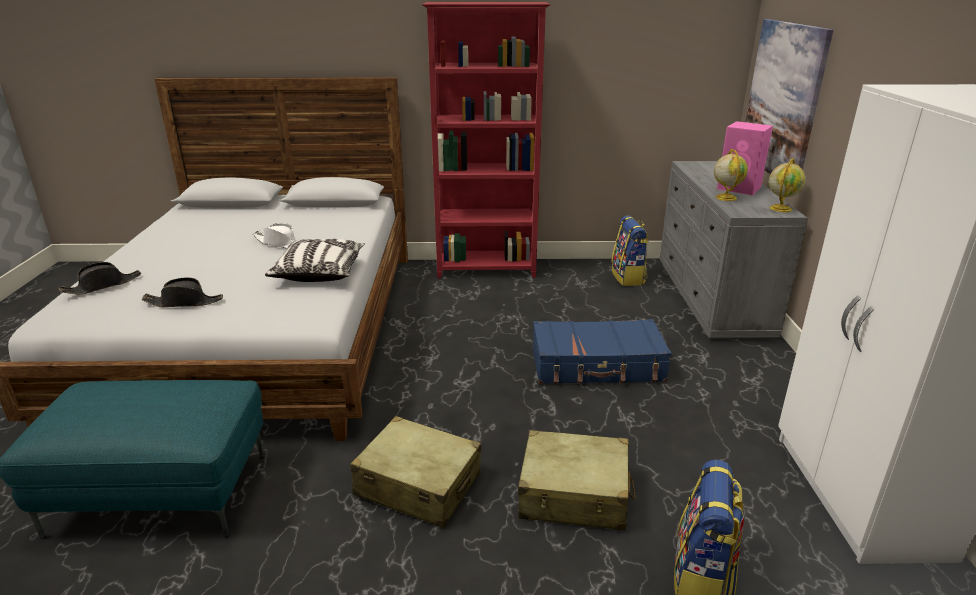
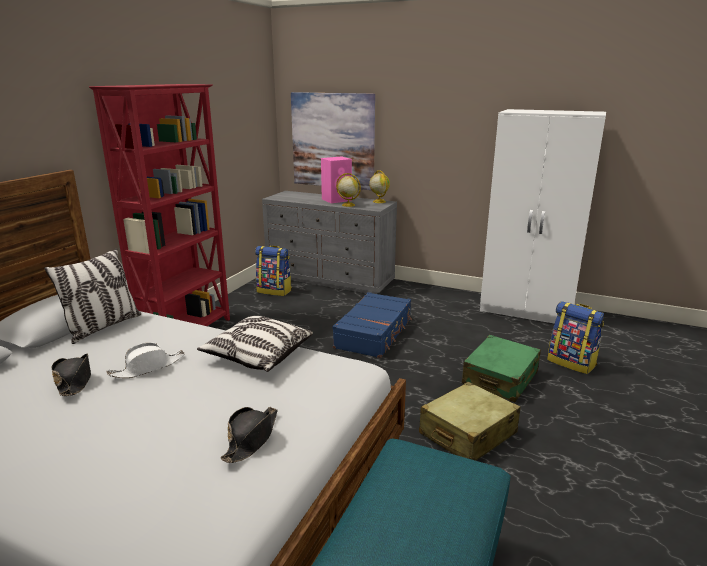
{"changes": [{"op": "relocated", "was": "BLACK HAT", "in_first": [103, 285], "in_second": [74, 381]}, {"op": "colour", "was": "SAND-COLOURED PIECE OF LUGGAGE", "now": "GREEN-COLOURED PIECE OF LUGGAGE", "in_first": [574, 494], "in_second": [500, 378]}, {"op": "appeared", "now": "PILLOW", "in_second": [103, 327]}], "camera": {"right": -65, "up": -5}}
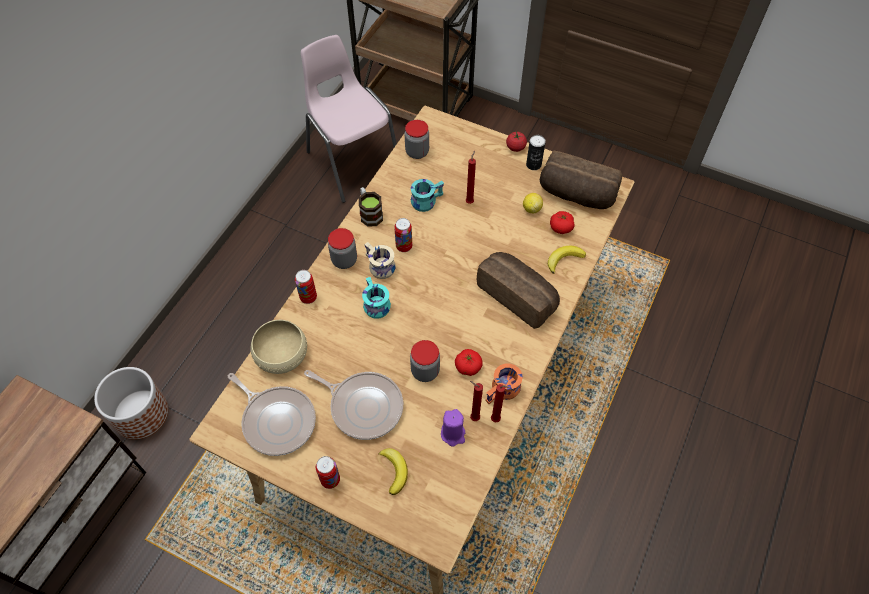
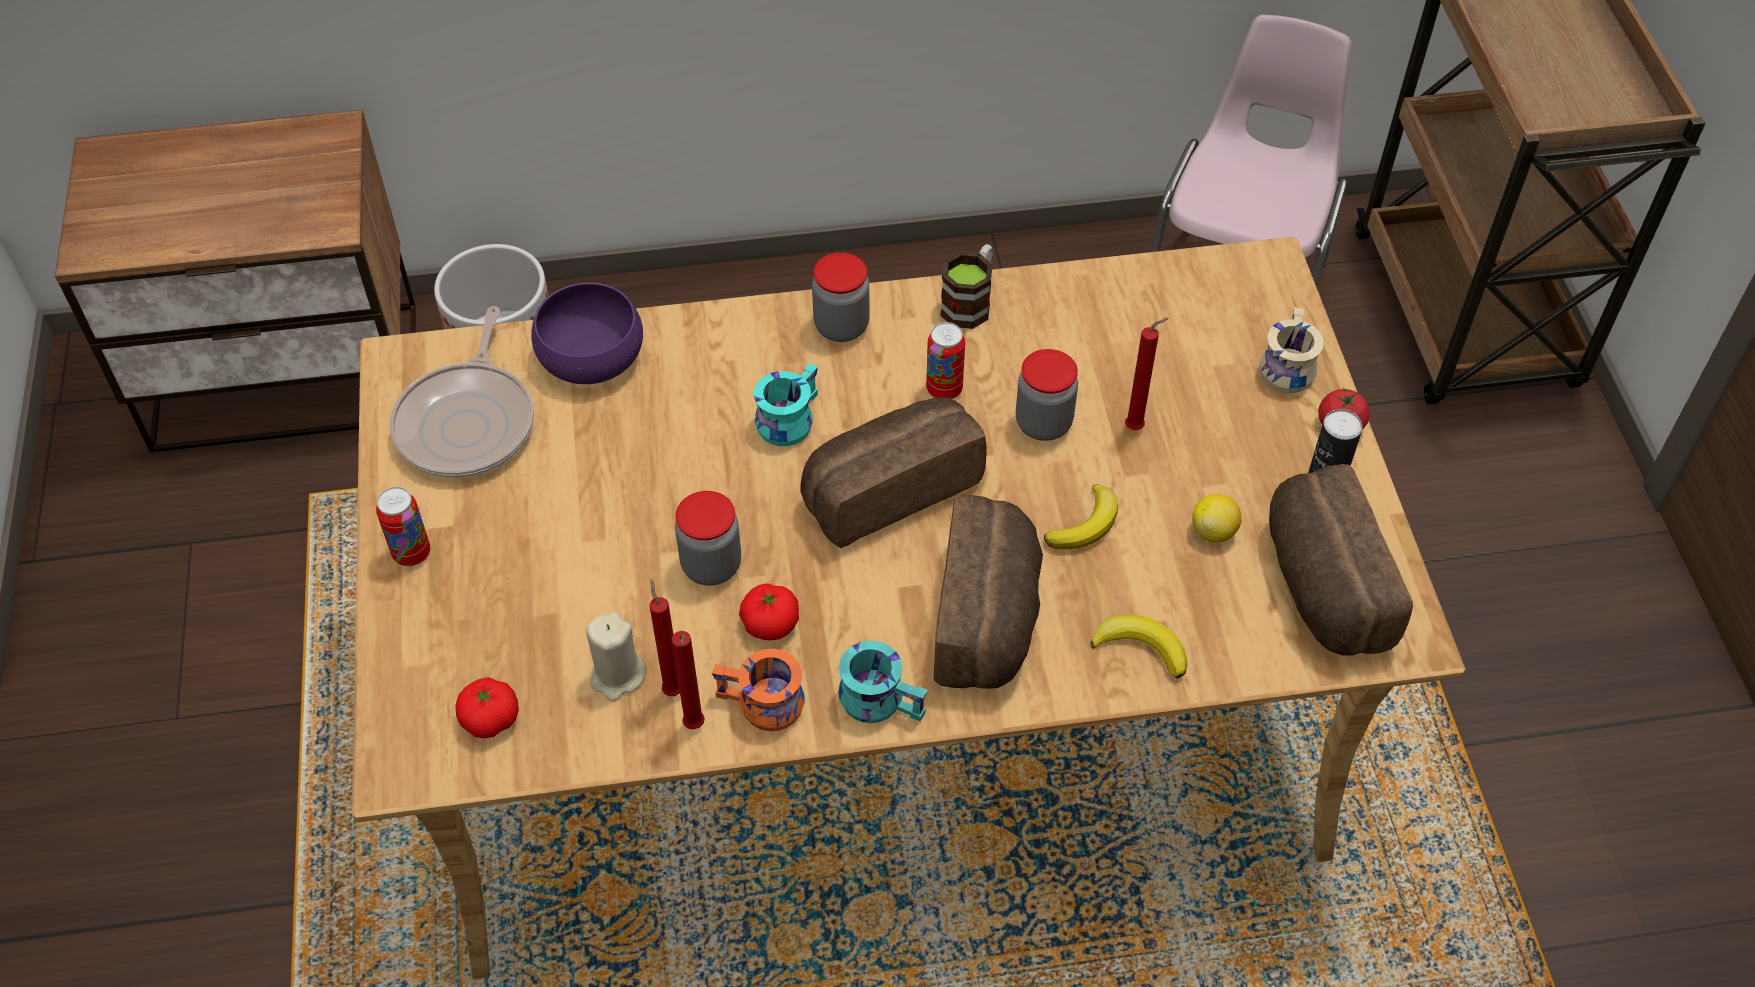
{"changes": [{"op": "relocated", "was": "JAR", "in_first": [417, 152], "in_second": [1043, 423]}, {"op": "relocated", "was": "BLUE-GREEN TEA MUG", "in_first": [425, 199], "in_second": [882, 697]}, {"op": "relocated", "was": "FRESH TOMATO", "in_first": [561, 228], "in_second": [490, 719]}, {"op": "relocated", "was": "SAND-COLOURED TEA MUG", "in_first": [378, 267], "in_second": [1283, 365]}, {"op": "missing", "was": "CAN", "in_first": [308, 297]}, {"op": "colour", "was": "SAND-COLOURED DEEP DISH", "now": "PURPLE-COLOURED DEEP DISH", "in_first": [281, 354], "in_second": [591, 355]}, {"op": "missing", "was": "SKILLET", "in_first": [363, 406]}, {"op": "colour", "was": "PURPLE-COLOURED WAX CANDLE", "now": "SAND-COLOURED WAX CANDLE", "in_first": [453, 434], "in_second": [617, 676]}, {"op": "relocated", "was": "WHOLE BANANA", "in_first": [394, 471], "in_second": [1085, 524]}, {"op": "appeared", "now": "BREAD", "in_second": [889, 487]}], "camera": {"right": 55, "up": -5}}
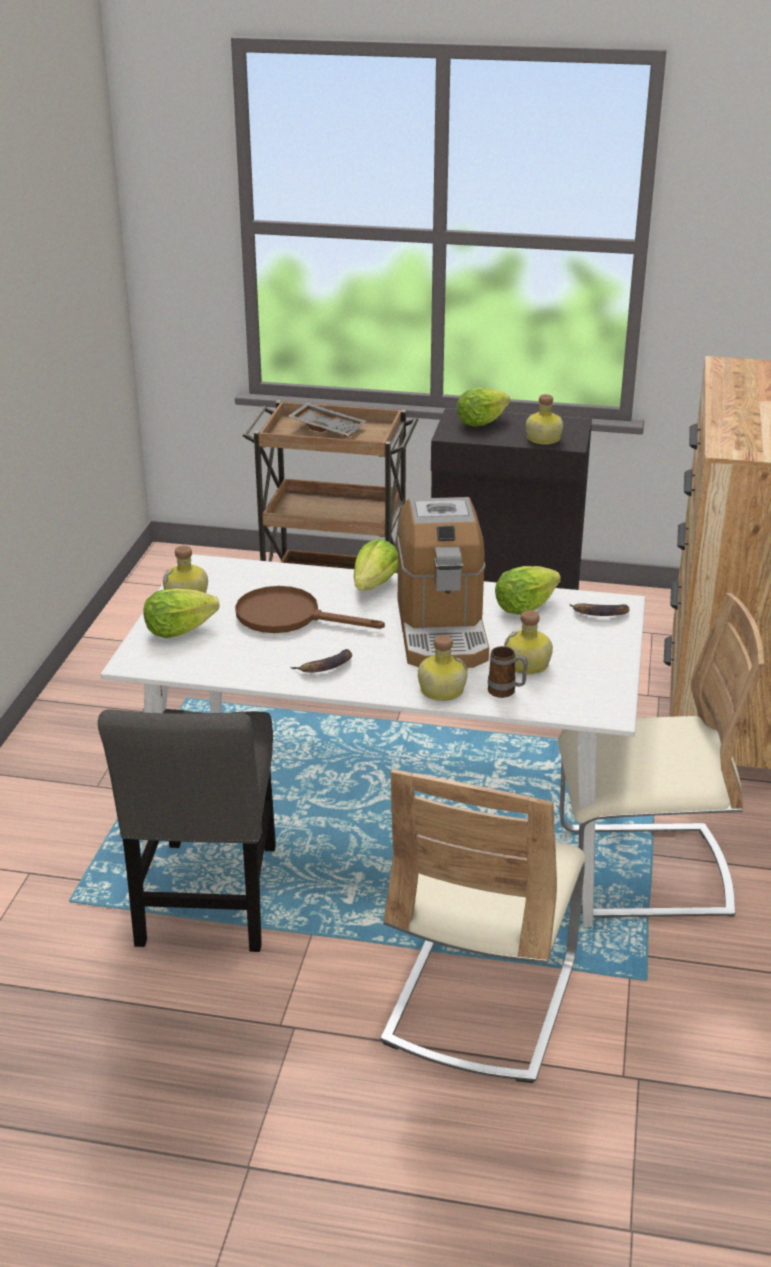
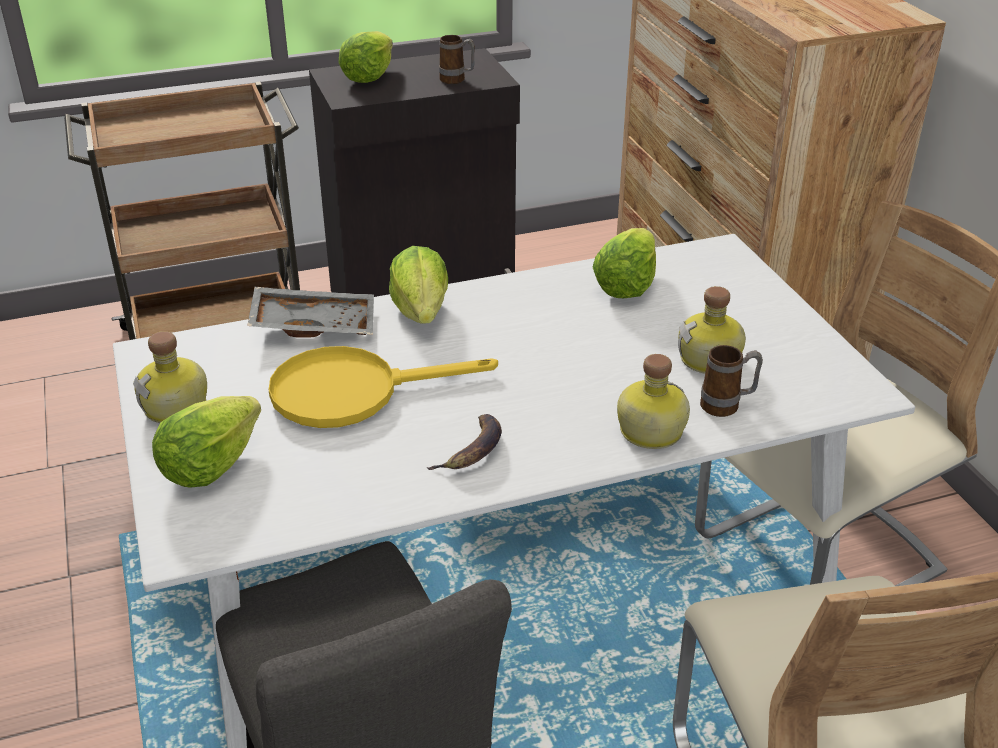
{"changes": [{"op": "exchanged", "was": "BOTTLE", "now": "TEA MUG", "in_first": [542, 439], "in_second": [457, 80]}, {"op": "relocated", "was": "GREYISH TRAY", "in_first": [328, 428], "in_second": [314, 324]}, {"op": "missing", "was": "COFFEE BREWER", "in_first": [441, 630]}, {"op": "colour", "was": "BROWN-COLOURED SKILLET", "now": "YELLOW SKILLET", "in_first": [289, 617], "in_second": [353, 391]}, {"op": "missing", "was": "WHOLE BANANA", "in_first": [599, 614]}], "camera": {"right": -30, "up": 5}}
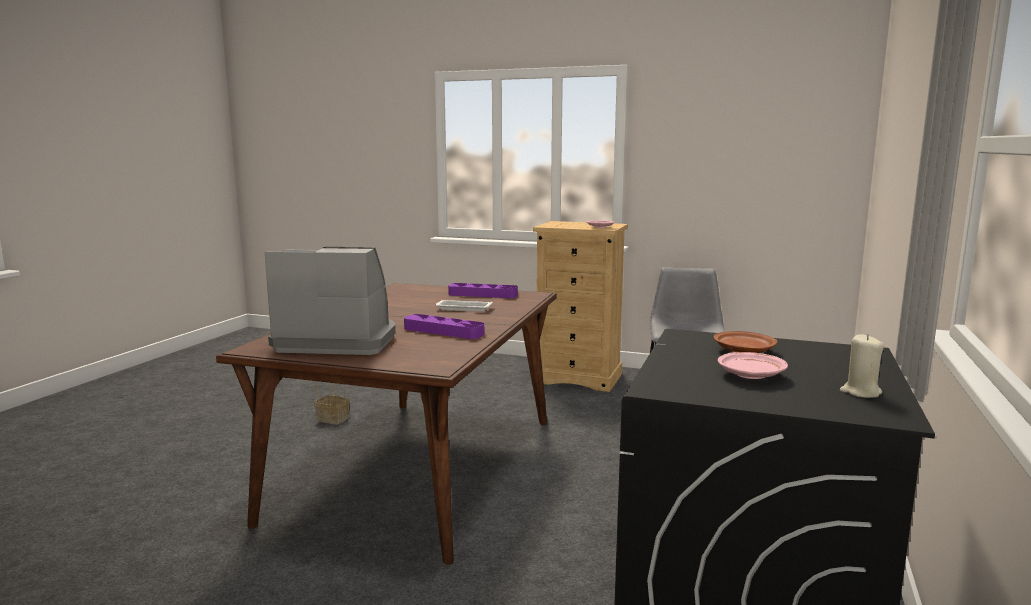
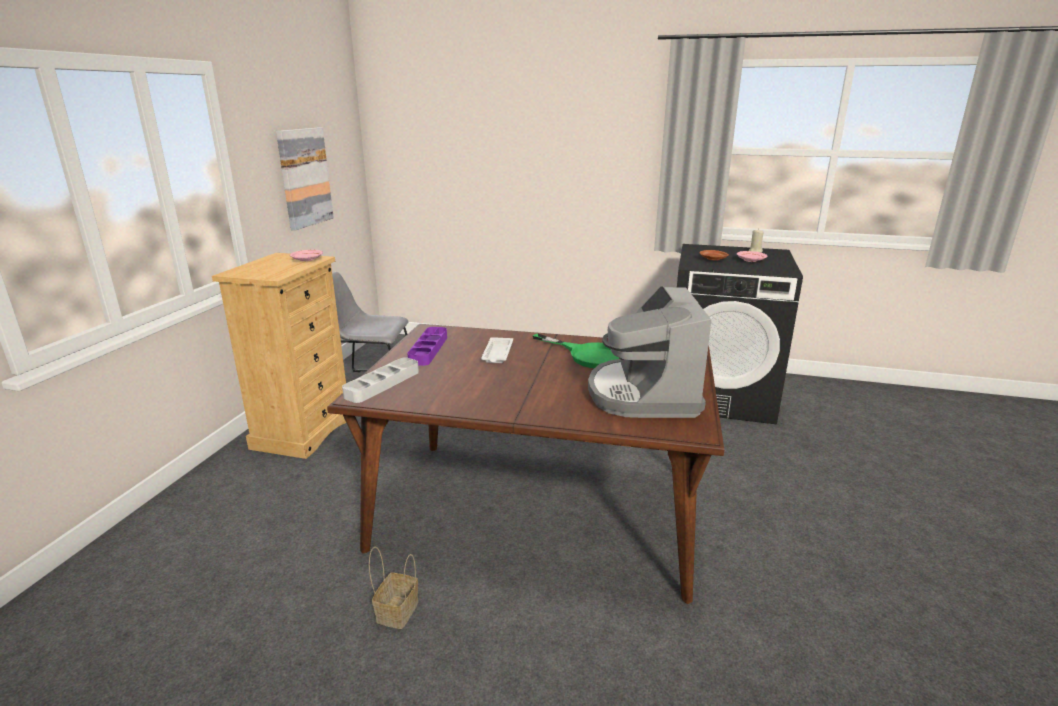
{"changes": [{"op": "exchanged", "was": "PURPLE-COLOURED TRAY", "now": "GREEN-COLOURED SKILLET", "in_first": [443, 331], "in_second": [588, 355]}, {"op": "appeared", "now": "WALL PICTURE", "in_second": [304, 177]}, {"op": "appeared", "now": "GREYISH TRAY", "in_second": [382, 384]}], "camera": {"right": -95, "up": 10}}
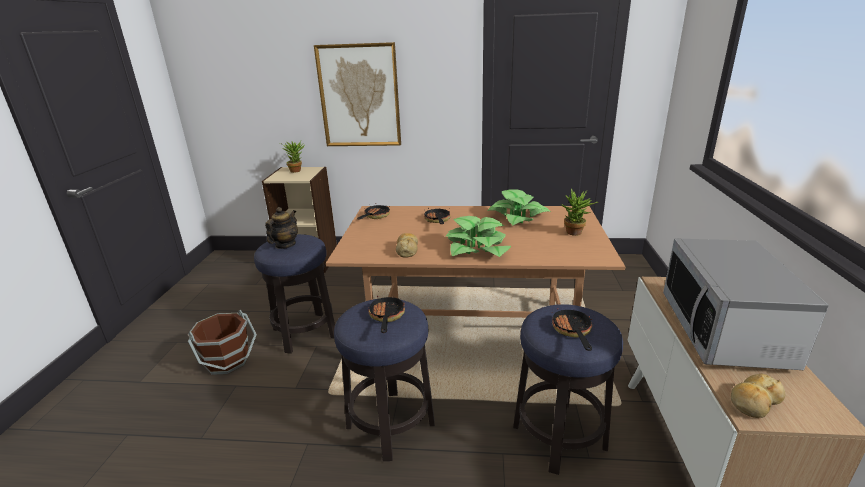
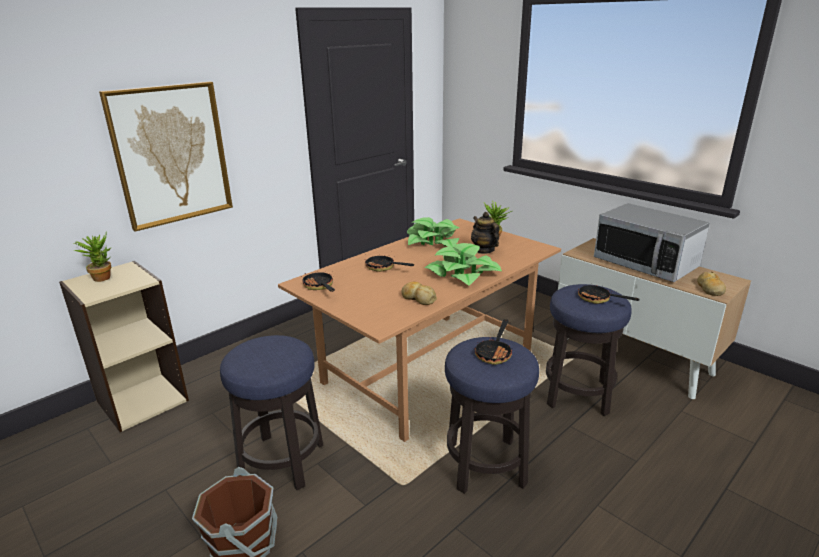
{"changes": [{"op": "relocated", "was": "TEA POT", "in_first": [285, 245], "in_second": [484, 250]}, {"op": "spun", "was": "SKILLET", "in_first": [386, 317], "in_second": [495, 353], "clockwise": -105}], "camera": {"right": -50, "up": 0}}
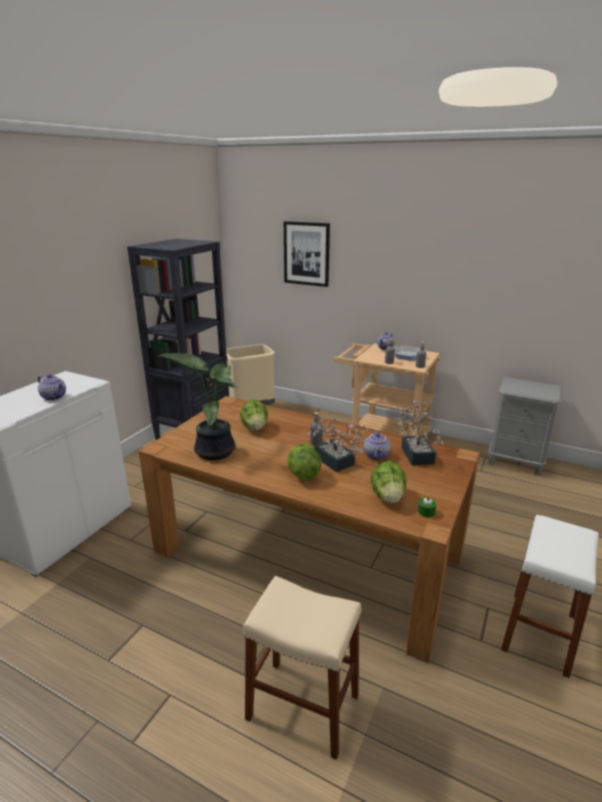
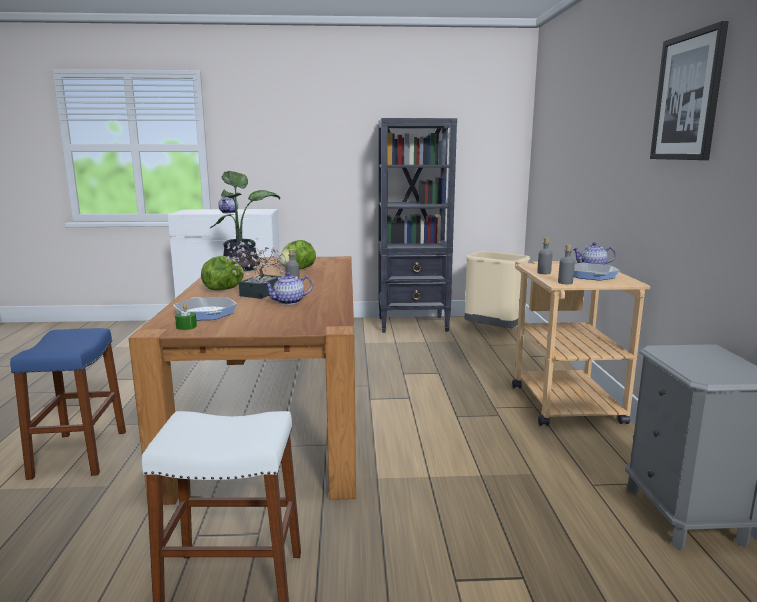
{"changes": [{"op": "relocated", "was": "WALL PICTURE", "in_first": [306, 253], "in_second": [687, 97]}, {"op": "missing", "was": "HOUSEPLANT", "in_first": [416, 453]}, {"op": "exchanged", "was": "HEAD OF LETTUCE", "now": "SKILLET", "in_first": [388, 497], "in_second": [206, 313]}, {"op": "colour", "was": "SAND-COLOURED STOOL", "now": "BLUISH STOOL", "in_first": [303, 706], "in_second": [79, 454]}], "camera": {"right": 60, "up": -10}}
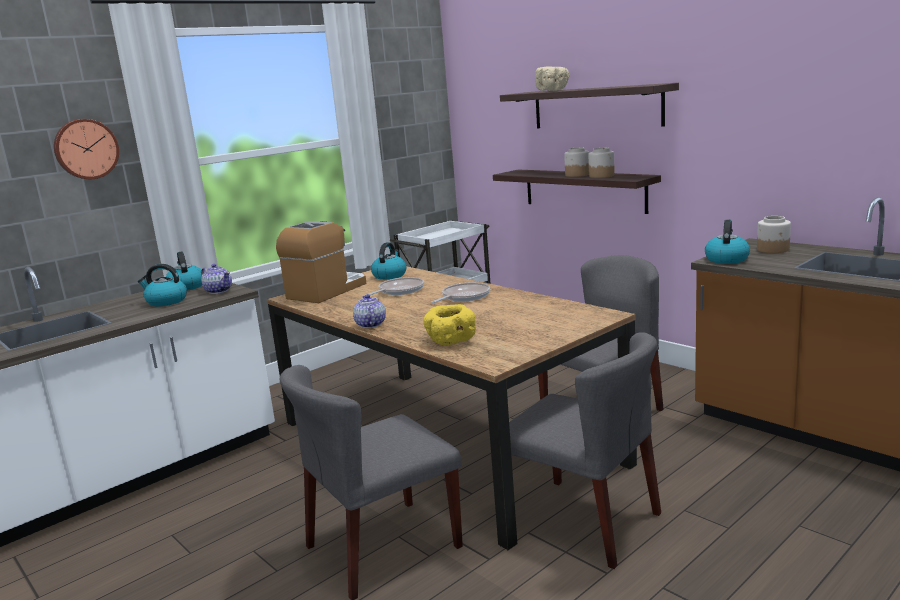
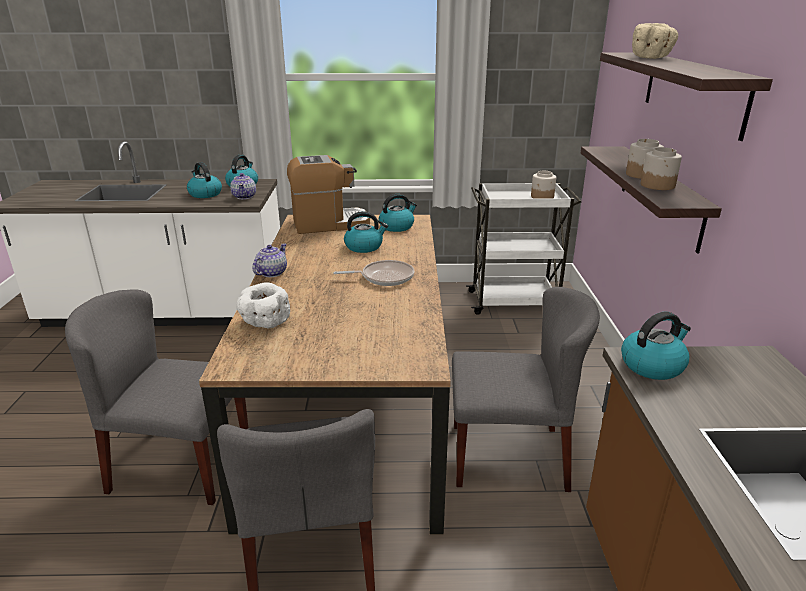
{"changes": [{"op": "missing", "was": "HANGING CLOCK", "in_first": [86, 149]}, {"op": "relocated", "was": "JAR", "in_first": [773, 249], "in_second": [542, 197]}, {"op": "exchanged", "was": "SKILLET", "now": "WATER KETTLE", "in_first": [399, 291], "in_second": [364, 247]}, {"op": "colour", "was": "YELLOW DEEP DISH", "now": "WHITISH DEEP DISH", "in_first": [451, 342], "in_second": [264, 322]}], "camera": {"right": 40, "up": 10}}
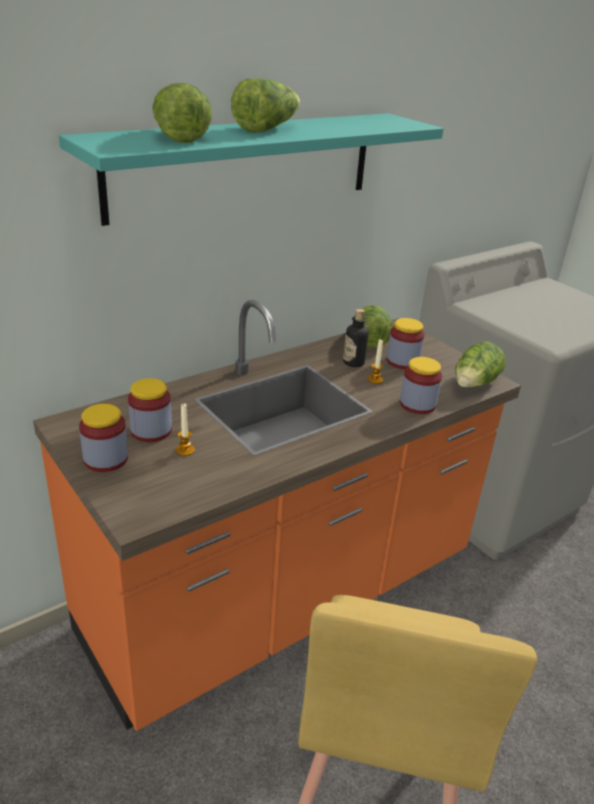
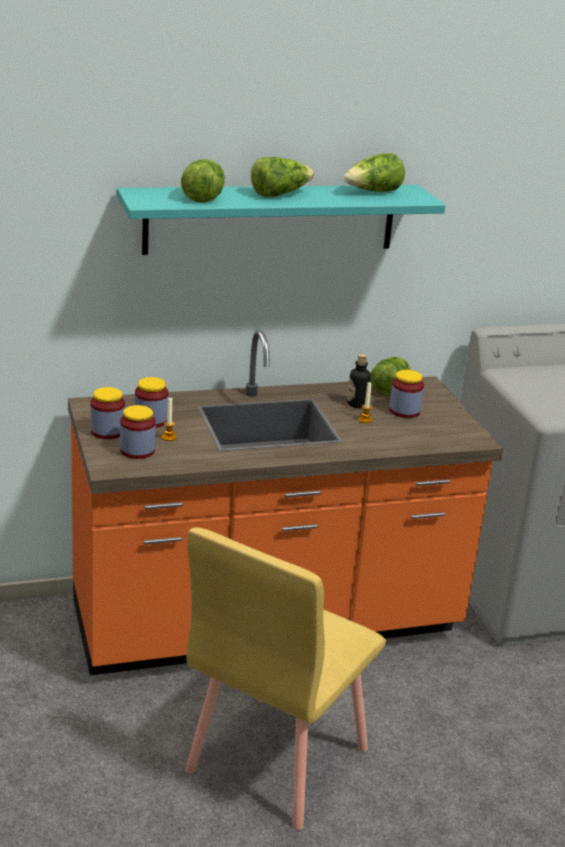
{"changes": [{"op": "relocated", "was": "HEAD OF LETTUCE", "in_first": [474, 384], "in_second": [373, 192]}, {"op": "relocated", "was": "JAR", "in_first": [417, 404], "in_second": [137, 450]}], "camera": {"right": 20, "up": -5}}
